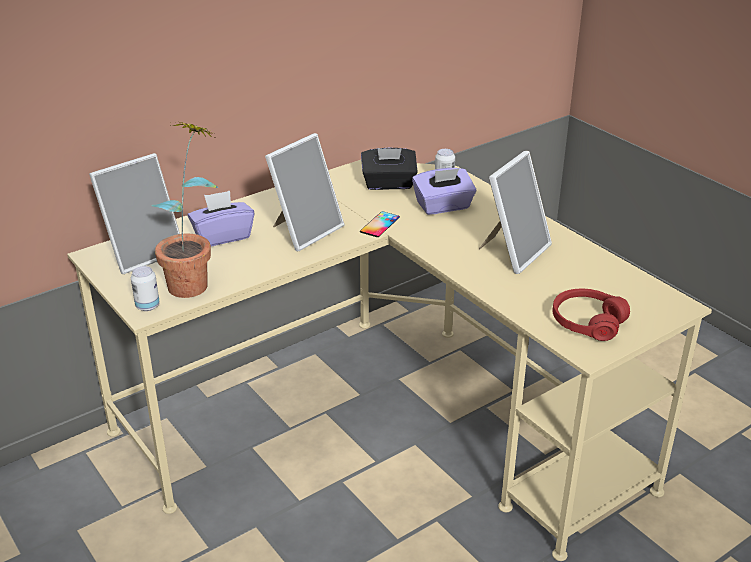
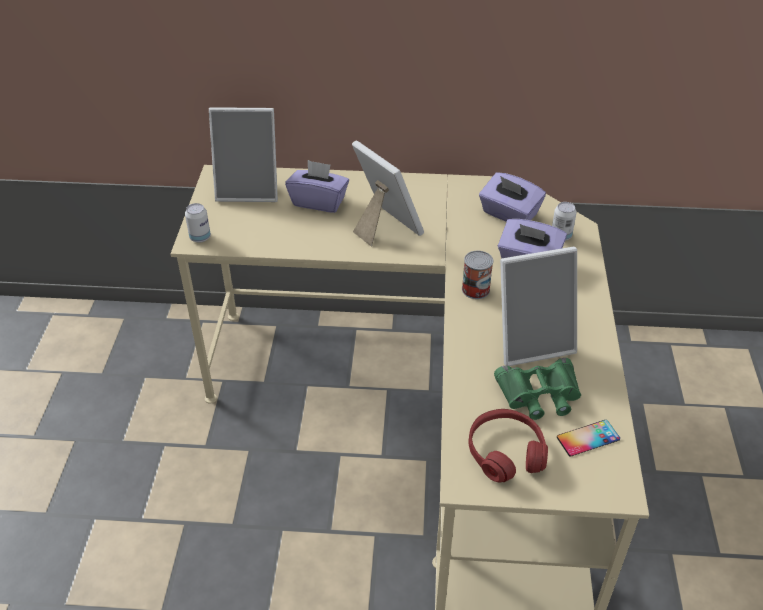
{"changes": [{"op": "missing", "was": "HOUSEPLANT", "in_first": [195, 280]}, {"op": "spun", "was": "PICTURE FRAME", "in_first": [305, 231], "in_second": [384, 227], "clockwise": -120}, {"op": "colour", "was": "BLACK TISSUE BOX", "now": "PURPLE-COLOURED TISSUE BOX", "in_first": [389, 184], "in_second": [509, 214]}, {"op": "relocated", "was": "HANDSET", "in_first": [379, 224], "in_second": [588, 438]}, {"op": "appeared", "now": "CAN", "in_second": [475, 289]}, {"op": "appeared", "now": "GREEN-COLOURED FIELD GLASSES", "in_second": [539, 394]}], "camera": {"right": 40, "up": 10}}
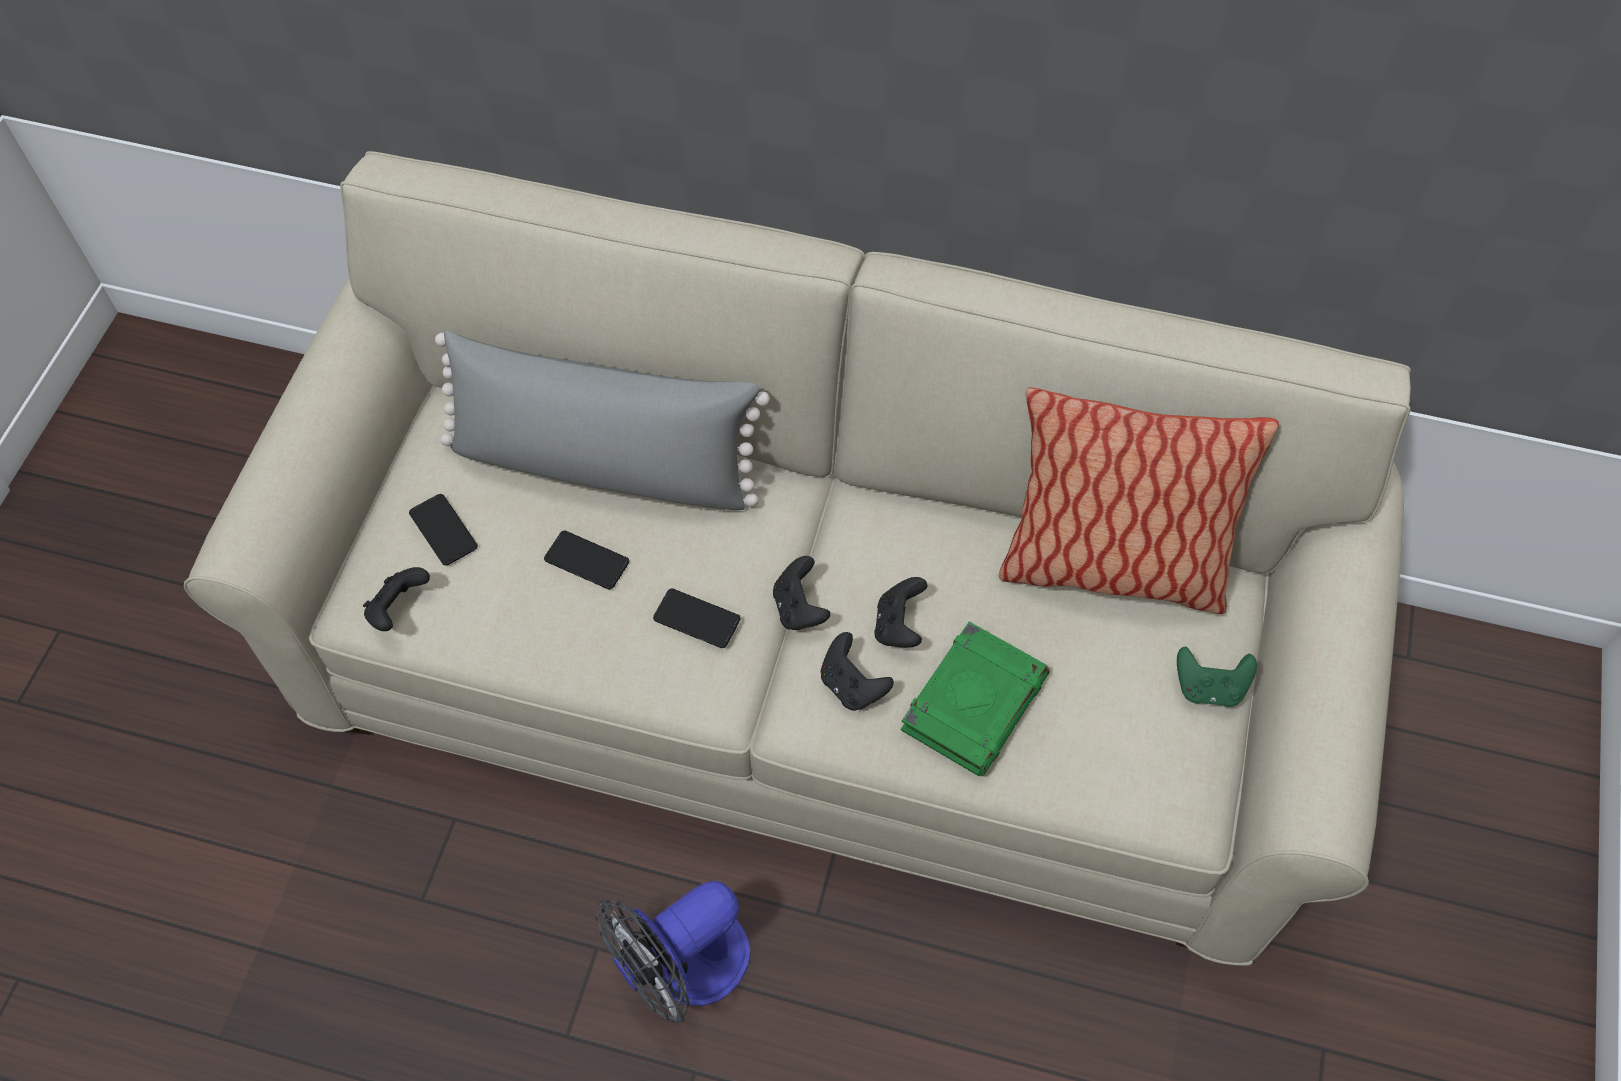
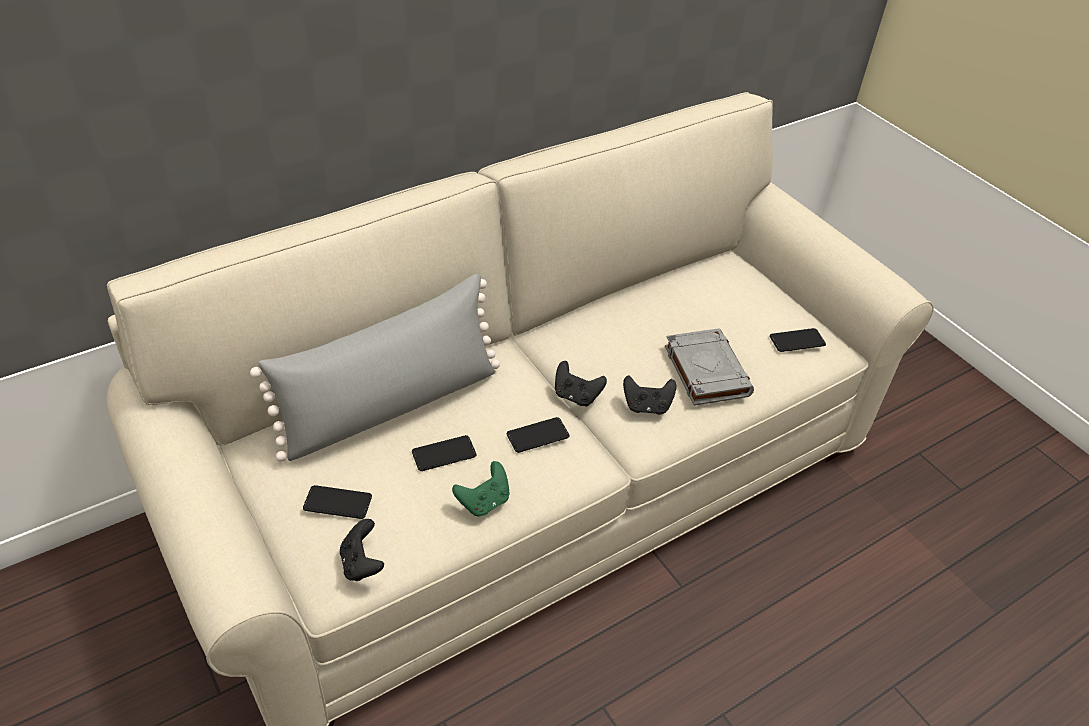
{"changes": [{"op": "missing", "was": "PILLOW", "in_first": [1110, 566]}, {"op": "missing", "was": "BLACK JOYPAD", "in_first": [899, 626]}, {"op": "colour", "was": "GREEN-COLOURED BOUND BOOK", "now": "GREYISH BOUND BOOK", "in_first": [974, 701], "in_second": [705, 370]}, {"op": "relocated", "was": "GREEN-COLOURED JOYPAD", "in_first": [1209, 688], "in_second": [484, 502]}, {"op": "missing", "was": "COOLING FAN", "in_first": [683, 968]}, {"op": "appeared", "now": "HANDSET", "in_second": [797, 341]}], "camera": {"right": -50, "up": -15}}
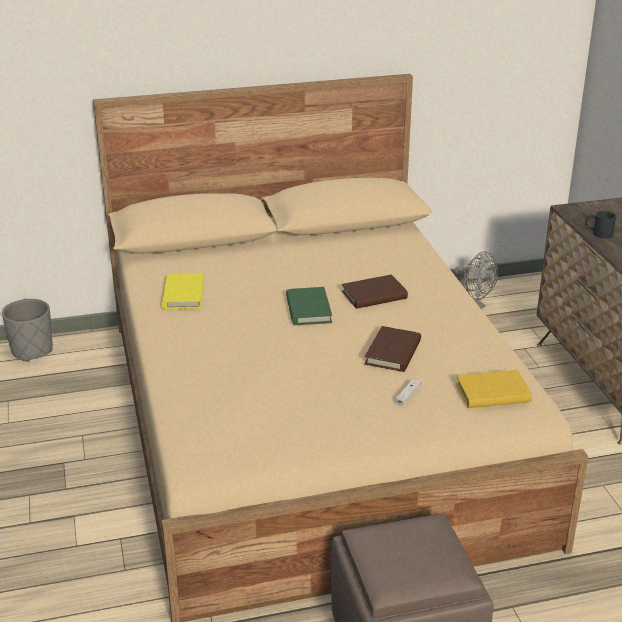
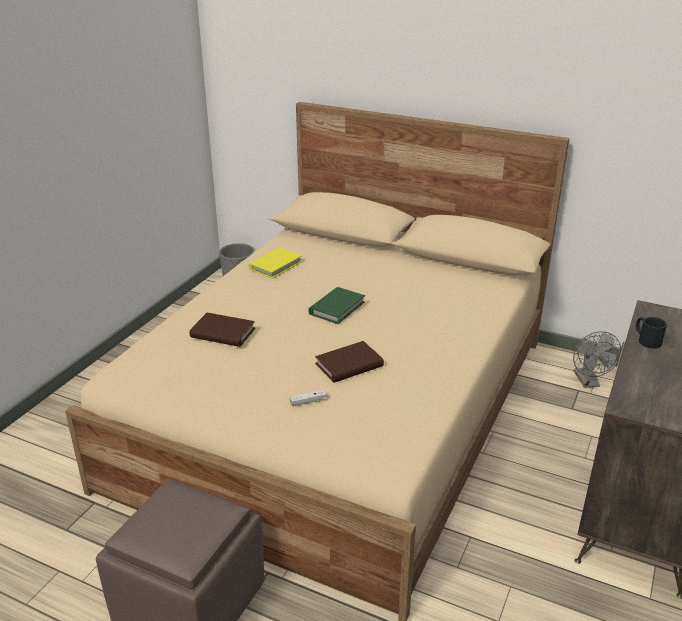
{"changes": [{"op": "relocated", "was": "BROWN-COLOURED BOUND BOOK", "in_first": [374, 295], "in_second": [222, 333]}, {"op": "missing", "was": "YELLOW BOUND BOOK", "in_first": [493, 393]}], "camera": {"right": 40, "up": 0}}
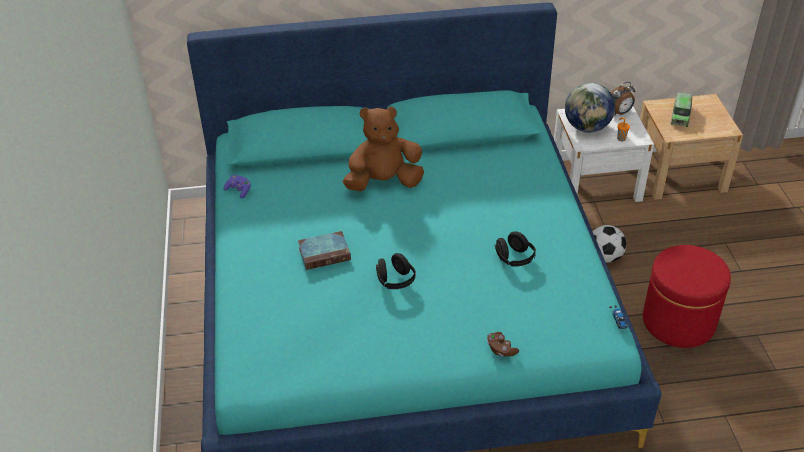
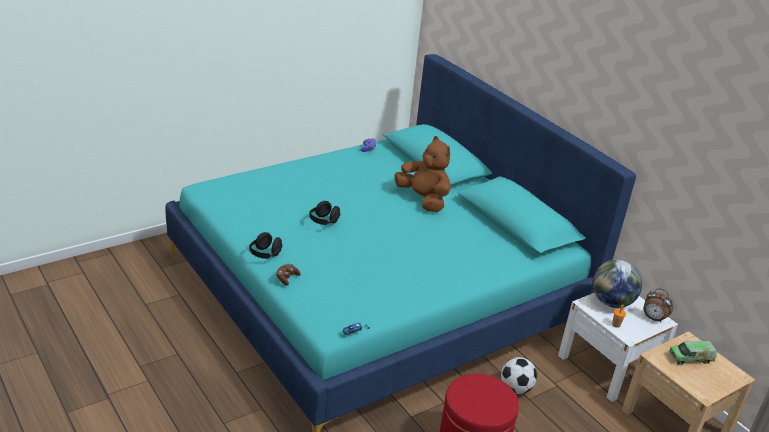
{"changes": [{"op": "missing", "was": "BOUND BOOK", "in_first": [325, 253]}, {"op": "relocated", "was": "BLACK HEADSET", "in_first": [514, 259], "in_second": [265, 255]}], "camera": {"right": 60, "up": -10}}
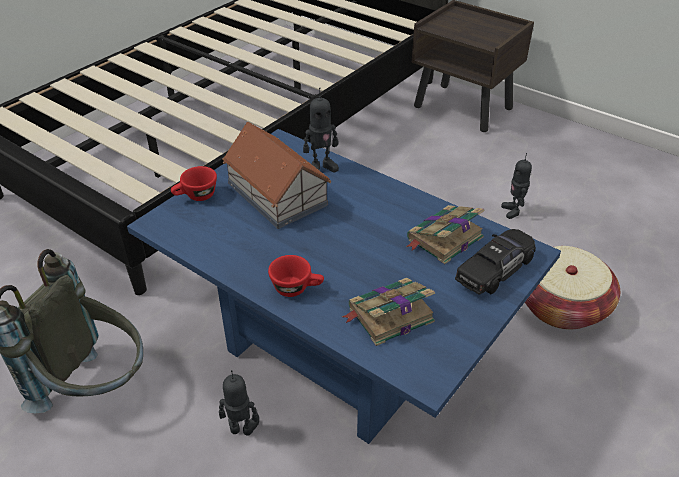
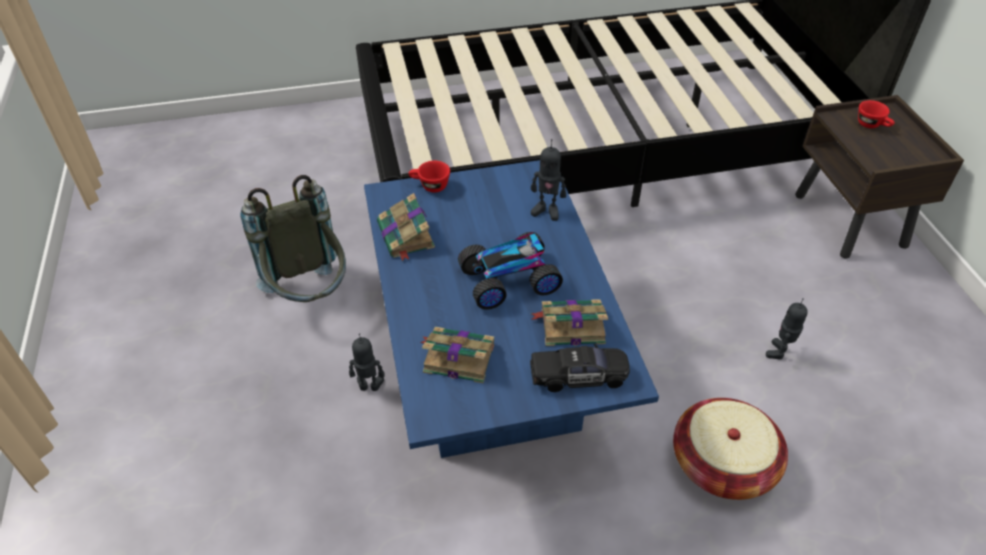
{"changes": [{"op": "missing", "was": "MODEL HOUSE", "in_first": [277, 193]}, {"op": "relocated", "was": "RED SMALL CUP", "in_first": [297, 288], "in_second": [872, 125]}, {"op": "spun", "was": "TOY ROBOT", "in_first": [241, 429], "in_second": [369, 386], "clockwise": -45}, {"op": "appeared", "now": "BOUND BOOK", "in_second": [406, 236]}, {"op": "appeared", "now": "MINIATURE CAR", "in_second": [508, 279]}], "camera": {"right": 40, "up": 5}}
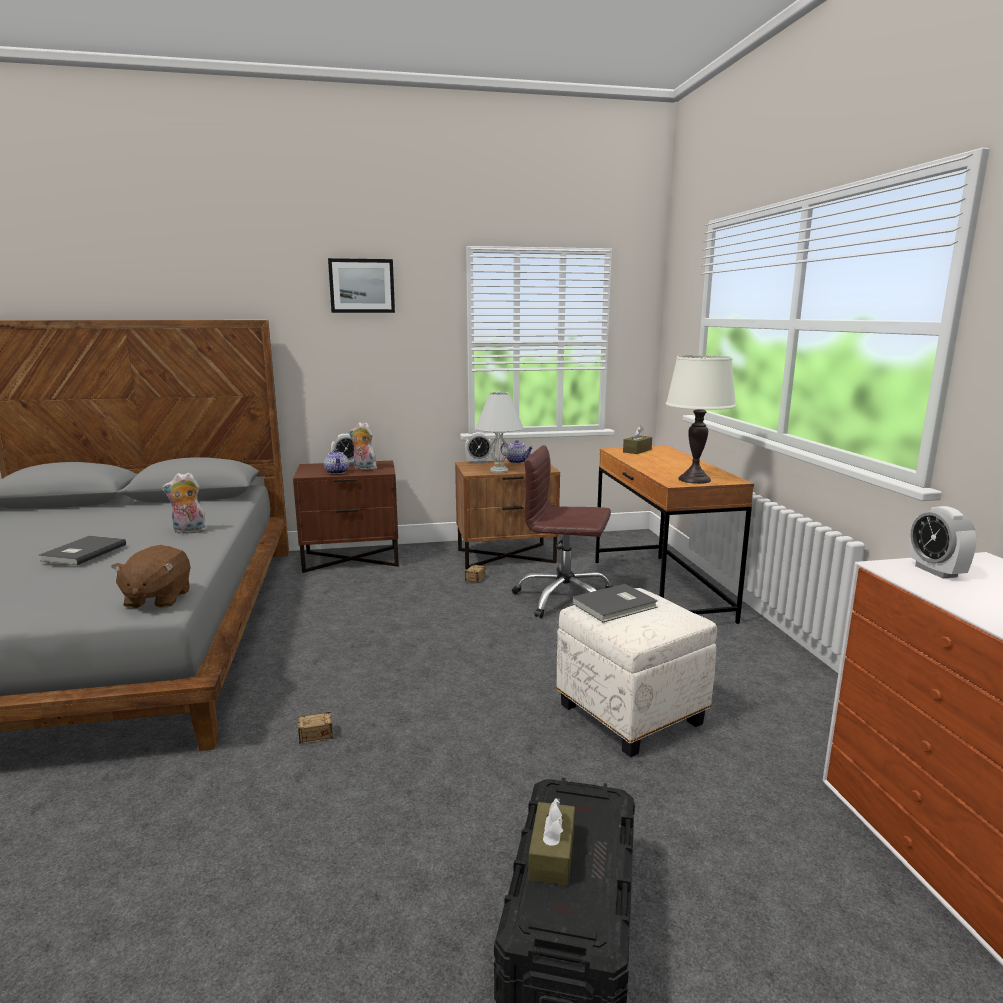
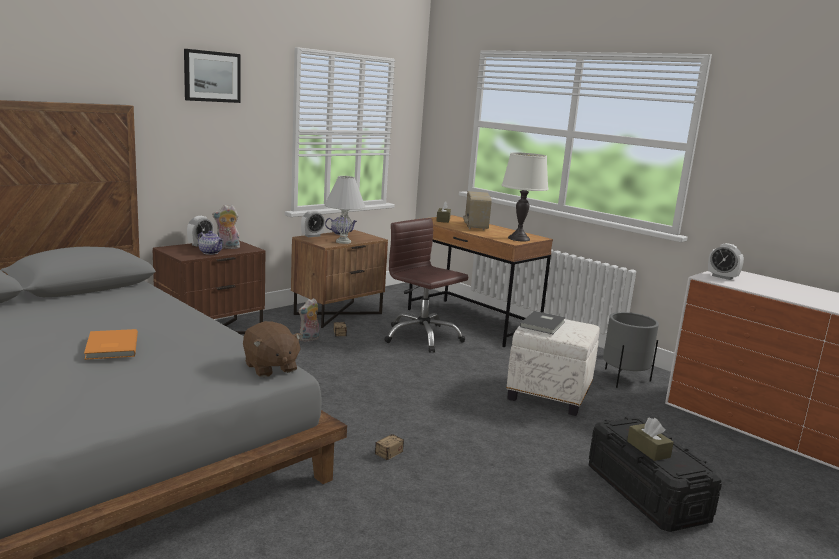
{"changes": [{"op": "spun", "was": "BROWN-COLOURED DESK CHAIR", "in_first": [564, 599], "in_second": [422, 337], "clockwise": 60}, {"op": "relocated", "was": "PLUSH TOY", "in_first": [188, 531], "in_second": [309, 339]}, {"op": "colour", "was": "GREYISH BOUND BOOK", "now": "ORANGE BOUND BOOK", "in_first": [82, 553], "in_second": [110, 347]}, {"op": "appeared", "now": "RADIO SET", "in_second": [475, 226]}, {"op": "appeared", "now": "GREYISH PLANT POT", "in_second": [624, 379]}], "camera": {"right": -35, "up": 0}}
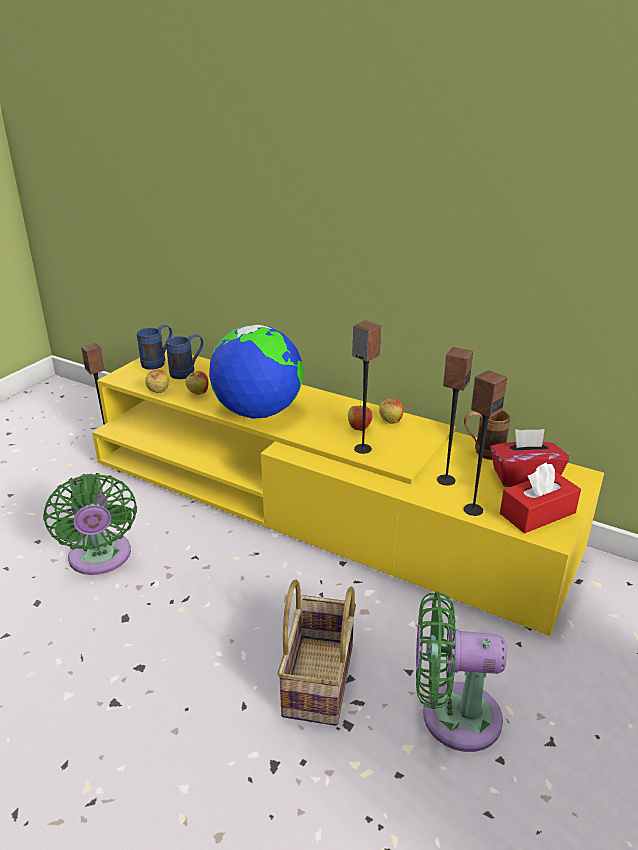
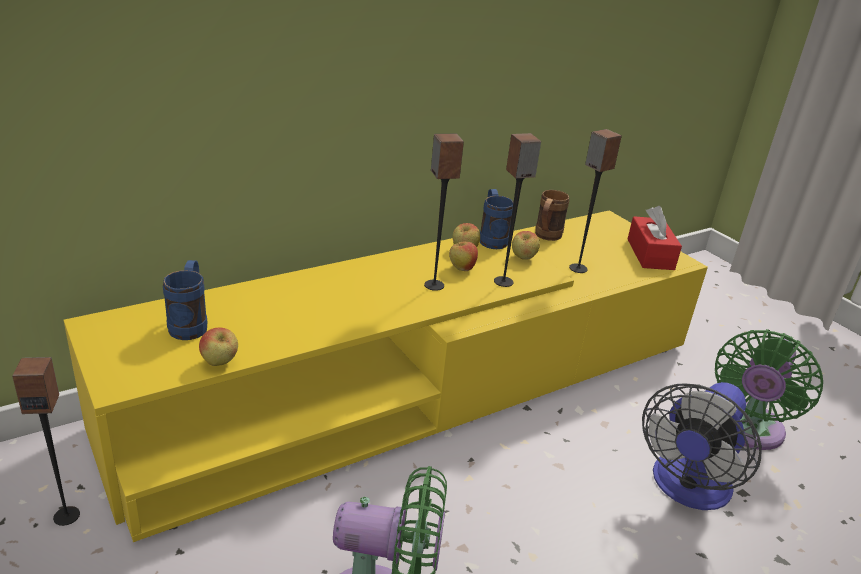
{"changes": [{"op": "relocated", "was": "BLUISH TEA MUG", "in_first": [158, 363], "in_second": [491, 239]}, {"op": "missing", "was": "WORLD GLOBE", "in_first": [258, 412]}, {"op": "relocated", "was": "AUDIO SPEAKER", "in_first": [472, 509], "in_second": [433, 285]}, {"op": "relocated", "was": "APPLE", "in_first": [198, 393], "in_second": [523, 258]}, {"op": "missing", "was": "RED TISSUE BOX", "in_first": [524, 477]}, {"op": "exchanged", "was": "STORAGE BASKET", "now": "COOLING FAN", "in_first": [320, 682], "in_second": [686, 489]}], "camera": {"right": -65, "up": 0}}
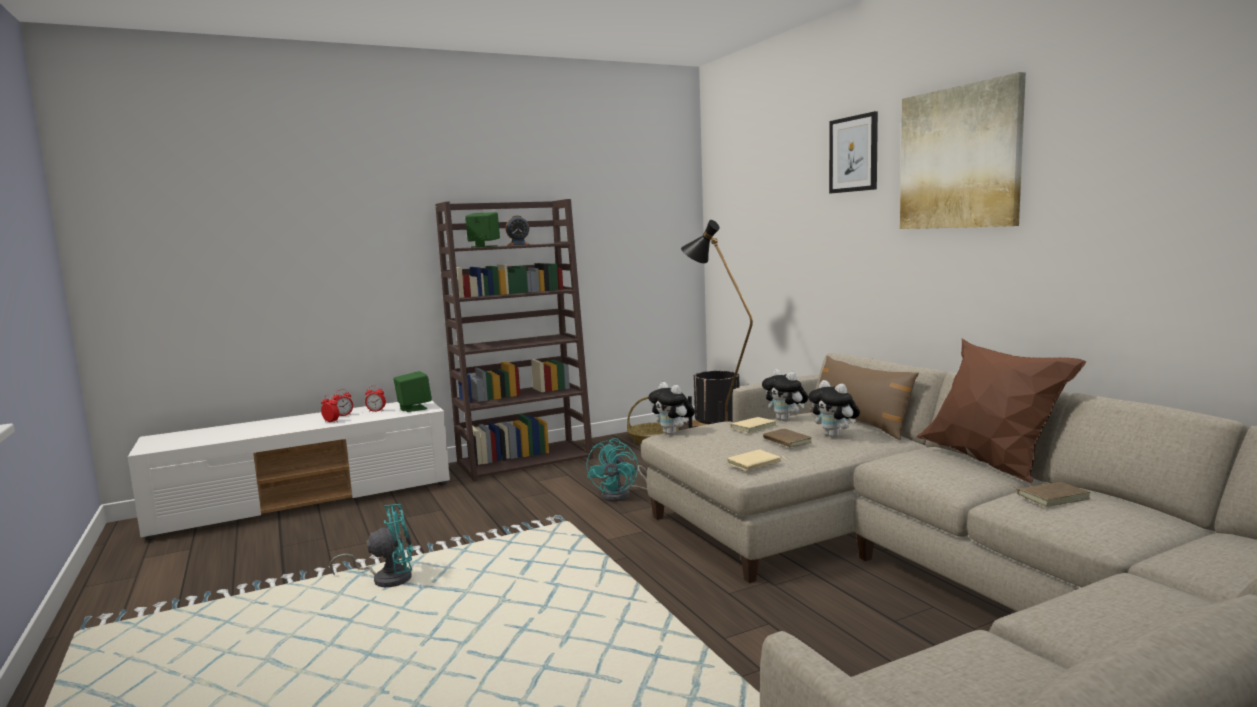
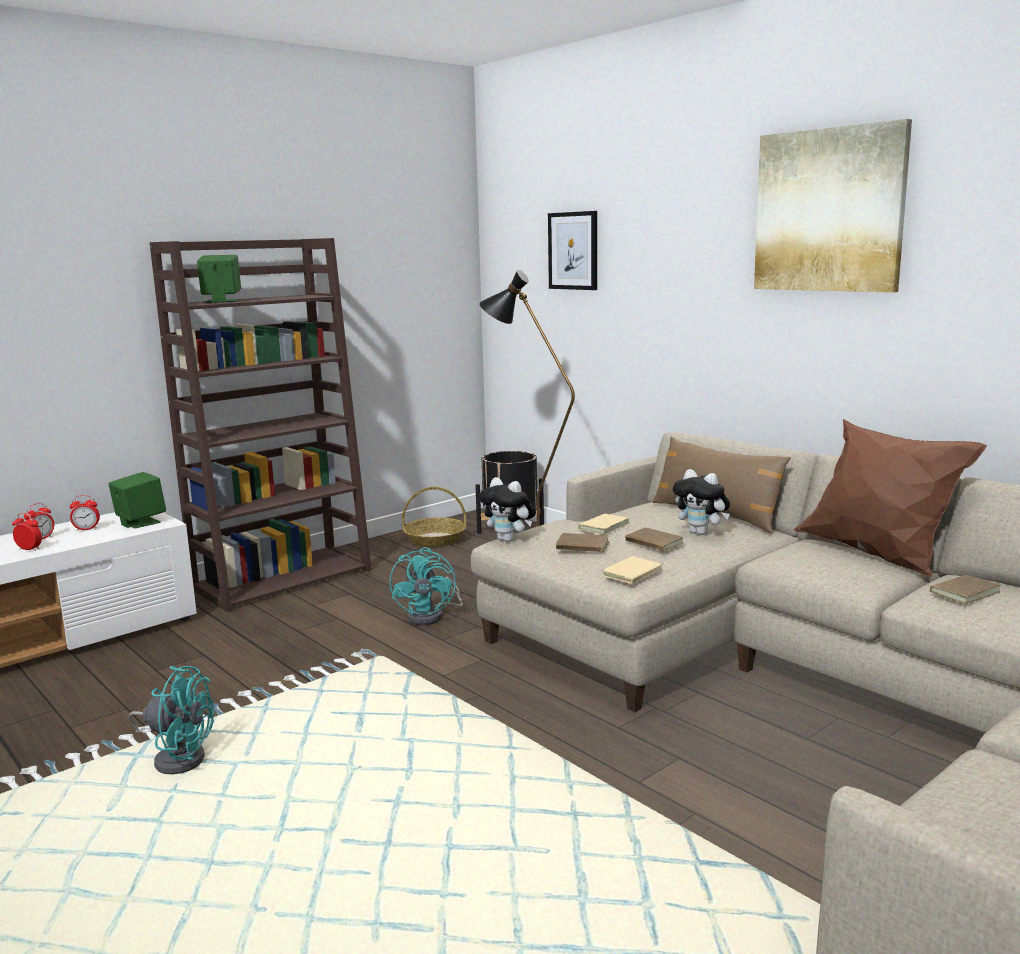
{"changes": [{"op": "relocated", "was": "WALL PICTURE", "in_first": [853, 154], "in_second": [573, 251]}, {"op": "missing", "was": "ALARM CLOCK", "in_first": [518, 244]}, {"op": "missing", "was": "PLUSH TOY", "in_first": [786, 420]}, {"op": "spun", "was": "BLUE-GREEN COOLING FAN", "in_first": [386, 578], "in_second": [177, 757], "clockwise": 45}, {"op": "appeared", "now": "BROWN-COLOURED BOUND BOOK", "in_second": [582, 546]}], "camera": {"right": -15, "up": 5}}
